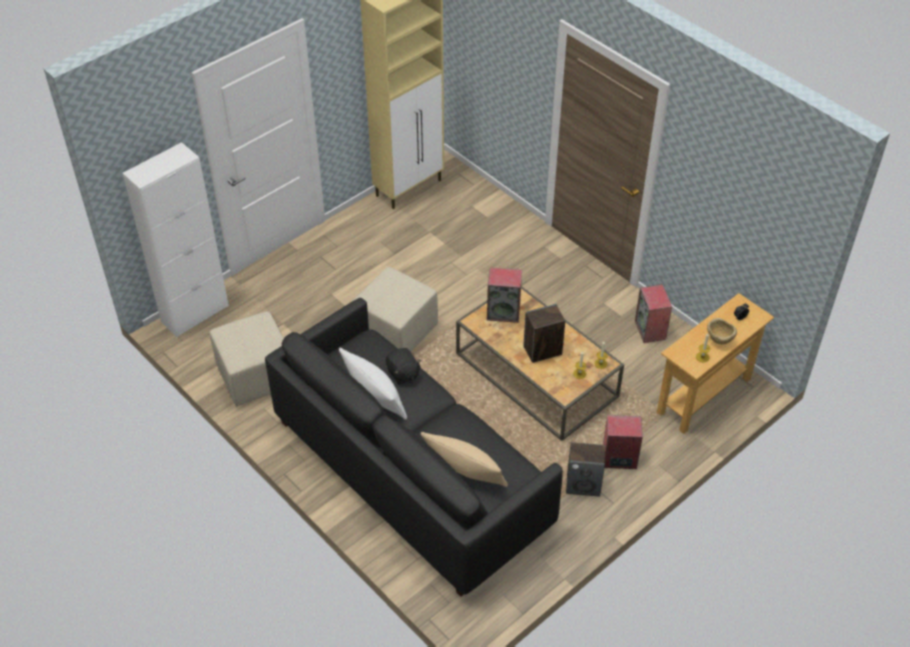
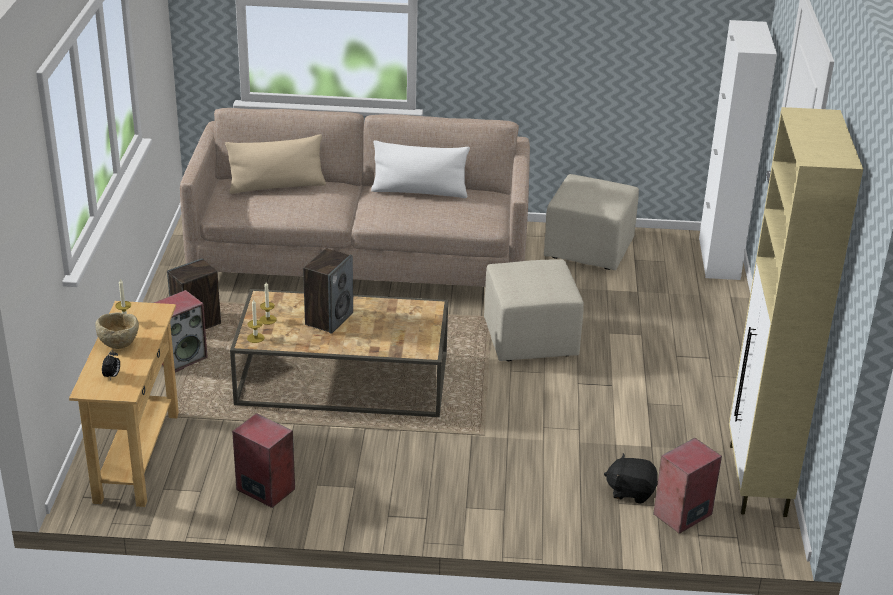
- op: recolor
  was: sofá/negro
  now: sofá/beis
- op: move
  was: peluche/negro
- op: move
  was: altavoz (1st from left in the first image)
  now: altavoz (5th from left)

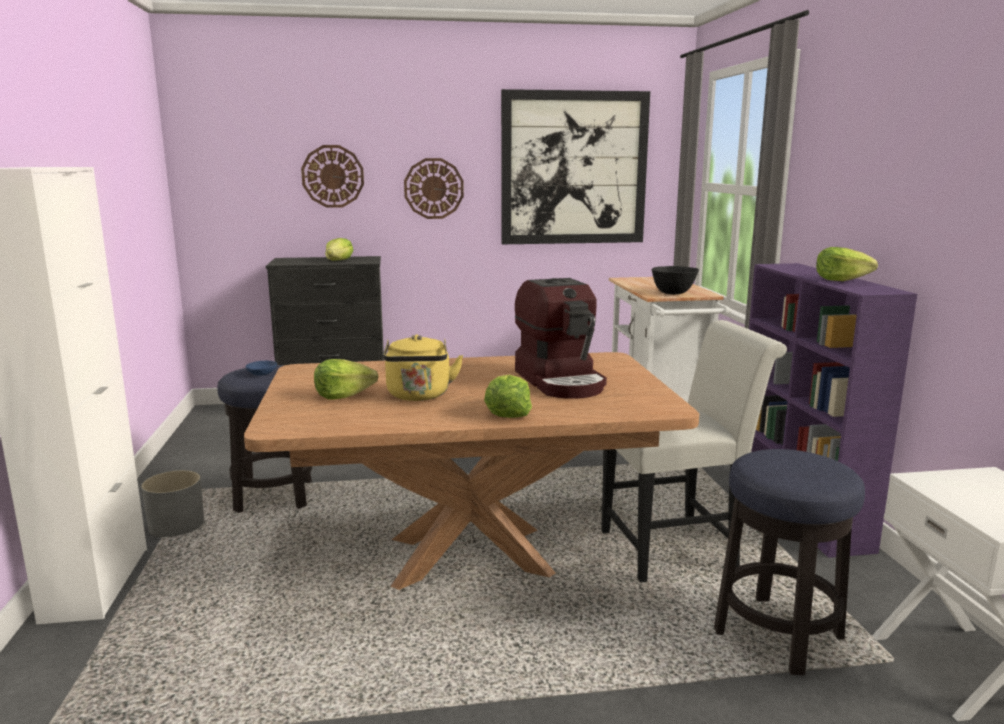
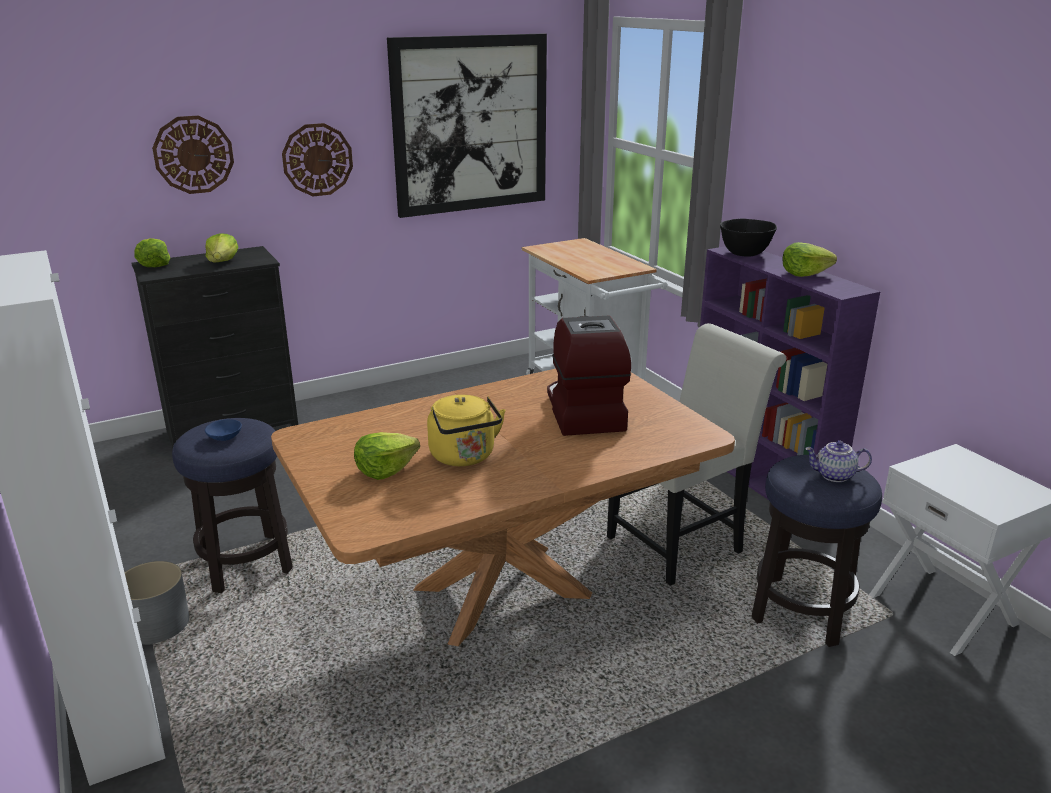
- op: move
  was: lechuga (3rd from left in the first image)
  now: lechuga (1st from left)
- op: rotate
  was: cafetera
  clockwise: -150
- op: move
  was: cuenco/negro
- op: insert
  now: tetera

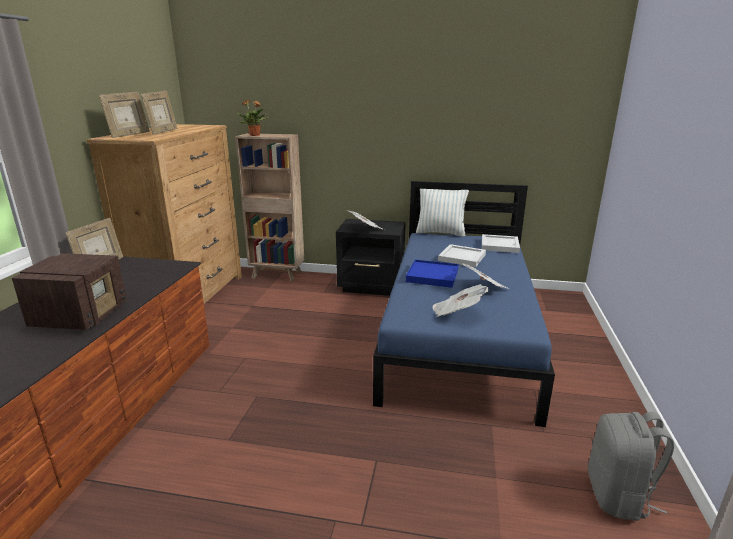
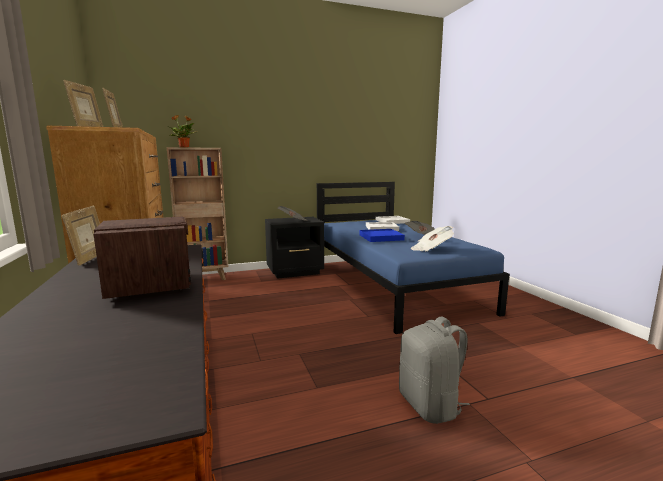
- op: move
  was: mochila/gris
- op: delete
  was: cojín

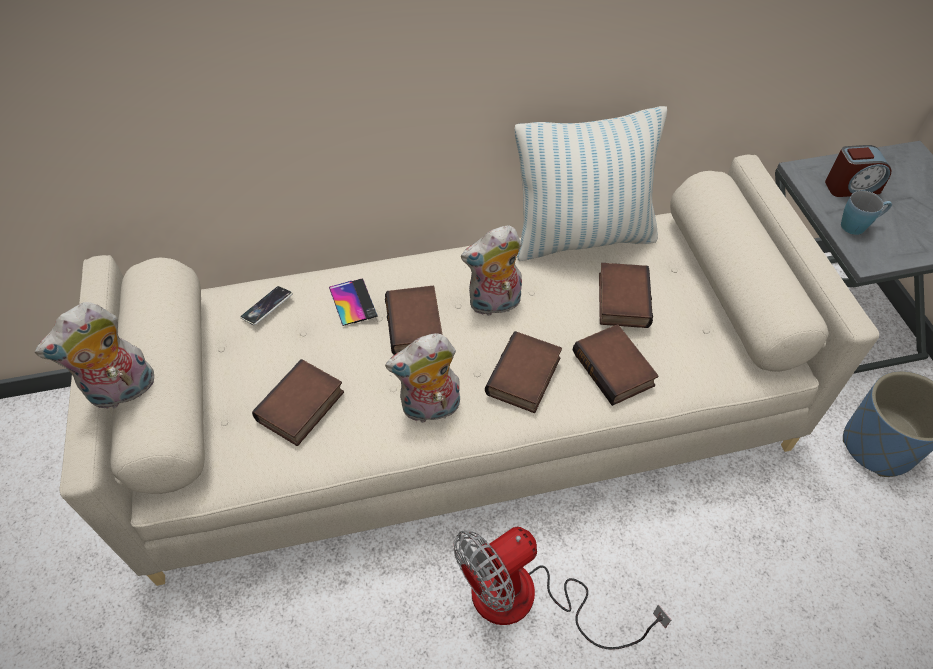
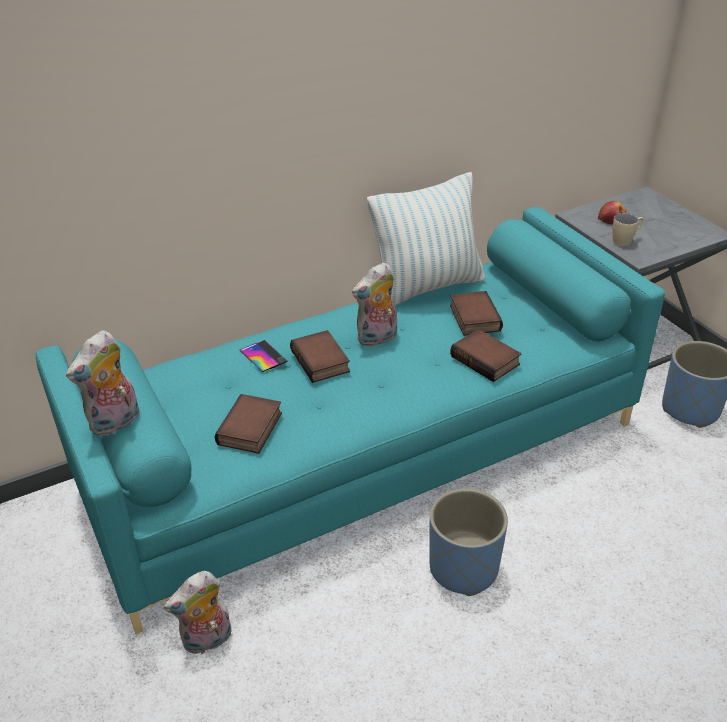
- op: recolor
  was: sofá/beis
  now: sofá/turquesa
- op: move
  was: peluche (2nd from left)
- op: replace
  was: ventilador
  now: maceta/azul (1st from left)
- op: replace
  was: despertador
  now: manzana
- op: recolor
  was: taza grande/azul
  now: taza grande/beis
- op: delete
  was: móvil (1st from left)
- op: delete
  was: libro (3rd from left)

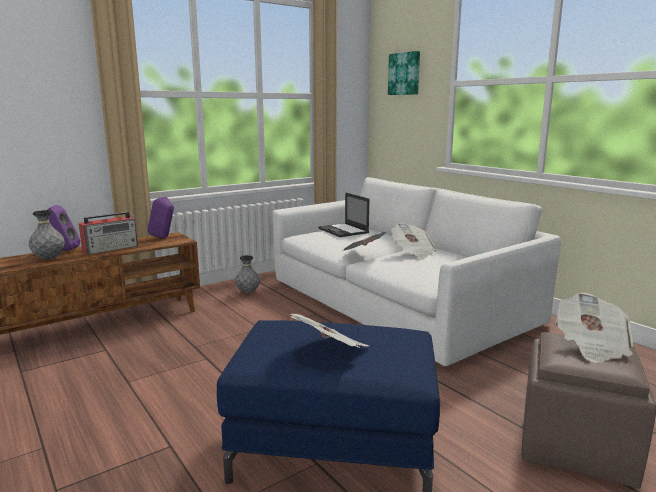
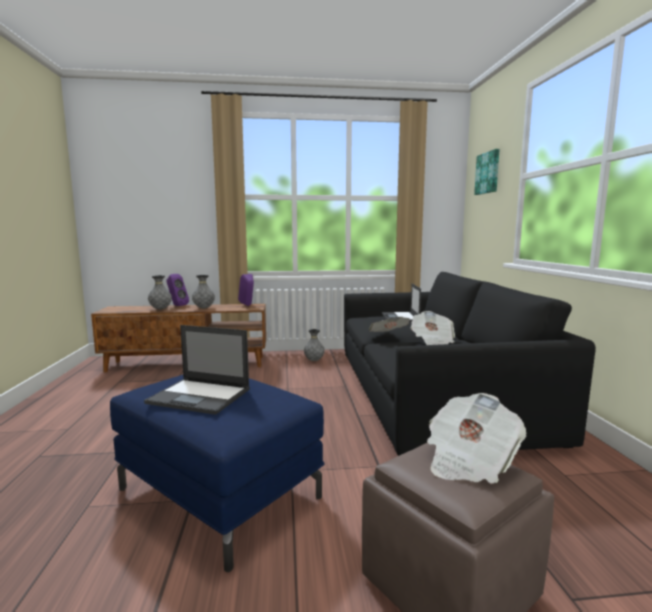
- op: replace
  was: periódico (1st from left)
  now: portátil (1st from left)
- op: replace
  was: radio
  now: florero/gris (2nd from left)
- op: recolor
  was: sofá/blanco
  now: sofá/negro

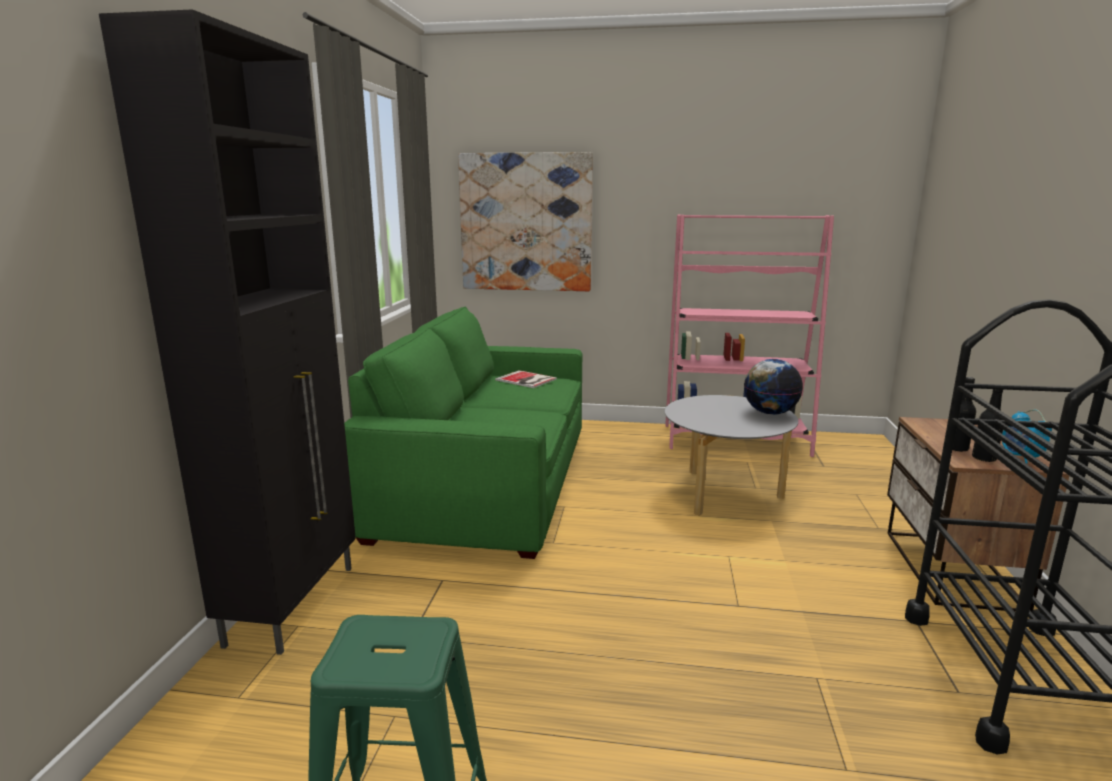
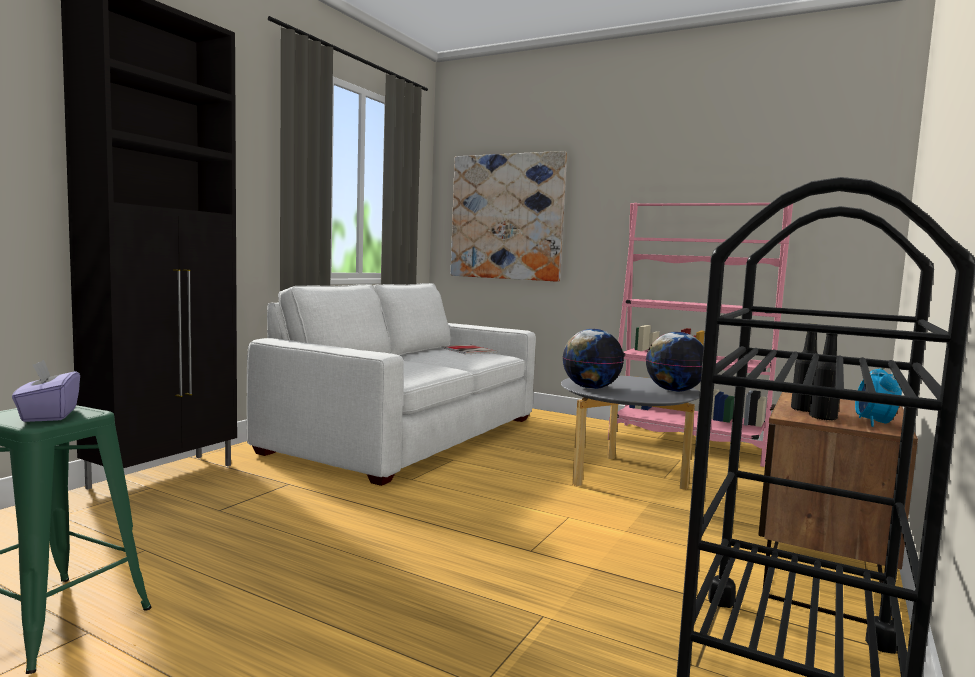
- op: insert
  now: caja de pañuelos/morado
- op: recolor
  was: sofá/verde
  now: sofá/blanco
- op: insert
  now: globo terráqueo (1st from left)

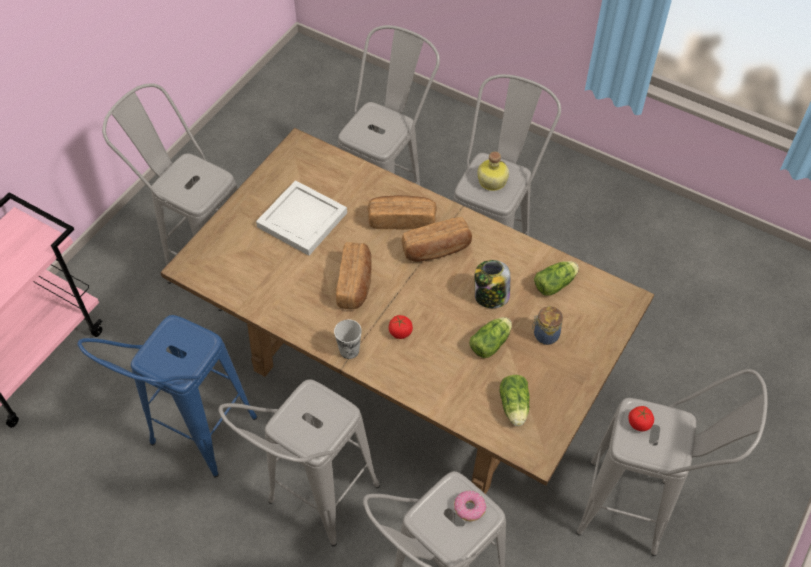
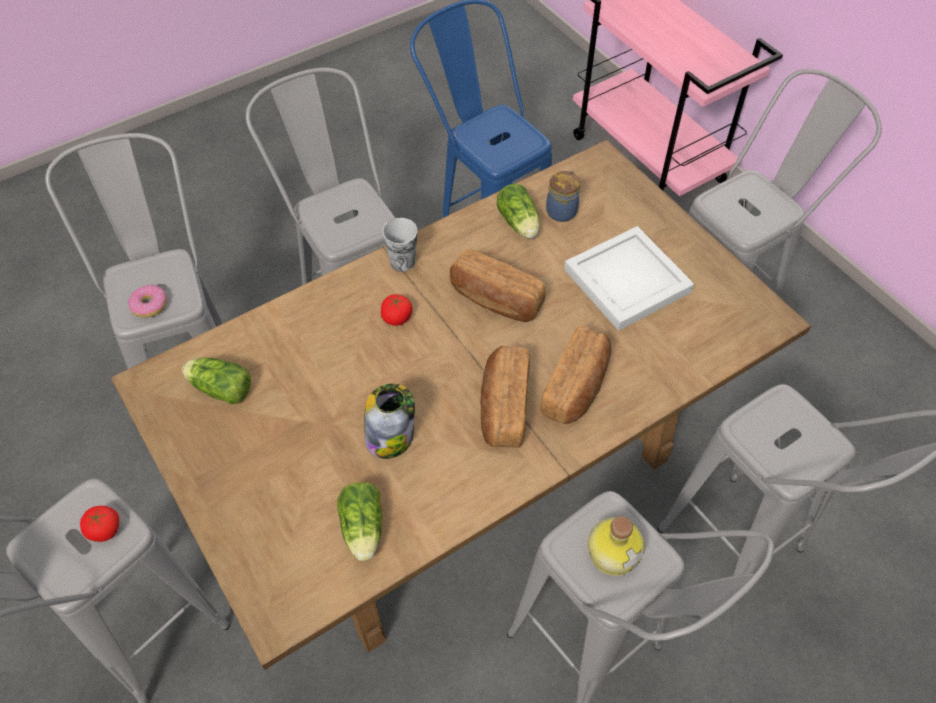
- op: move
  was: lechuga (1st from left in the first image)
  now: lechuga (3rd from left)
- op: move
  was: tarro (2nd from left)

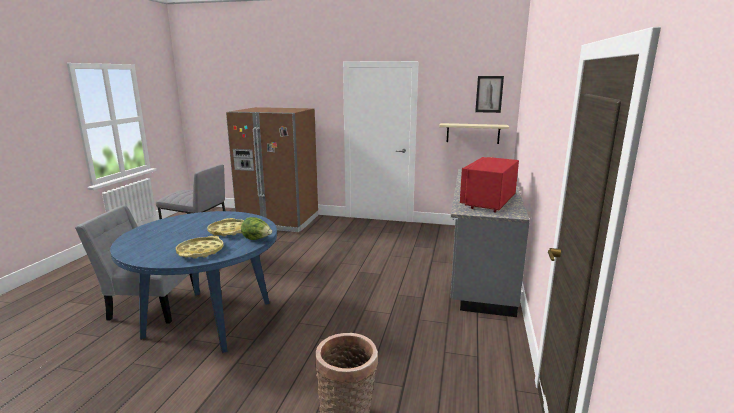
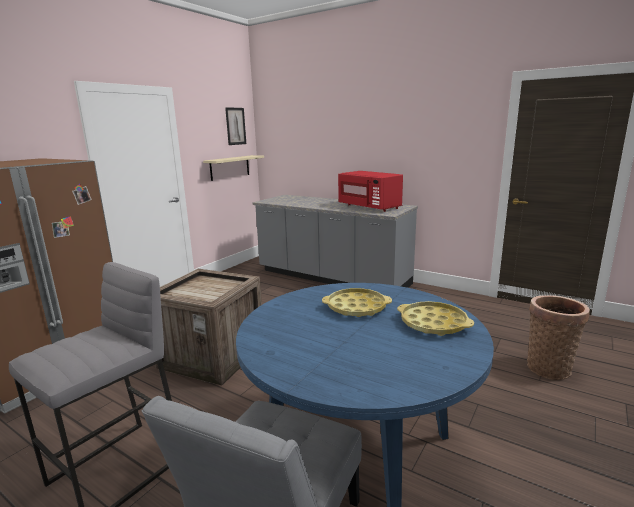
- op: insert
  now: caja de embalaje
- op: delete
  was: lechuga

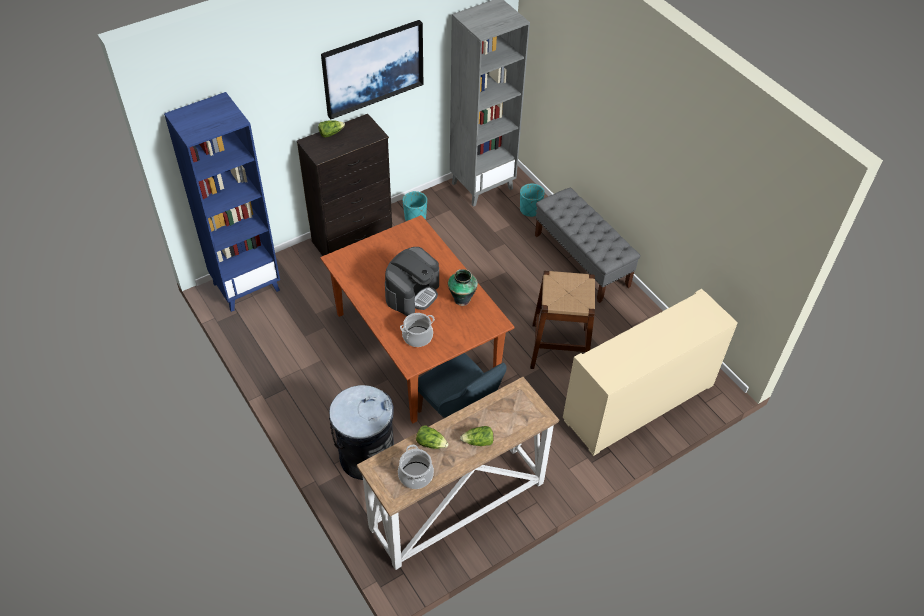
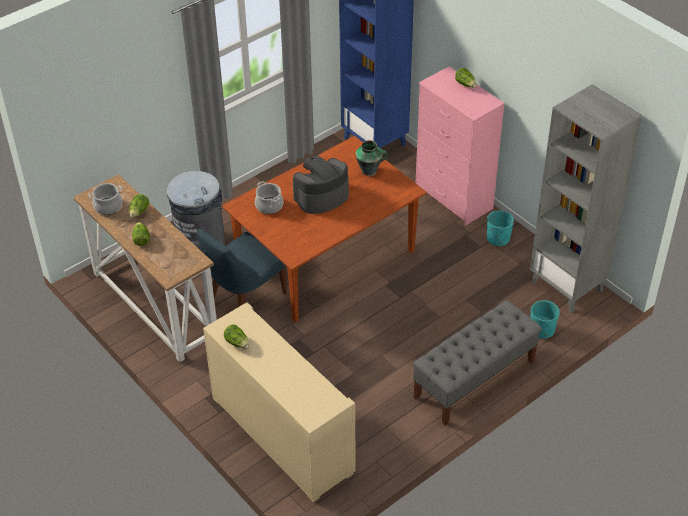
- op: insert
  now: lechuga (3rd from left)
- op: rotate
  was: cafetera
  clockwise: 120
- op: move
  was: florero
- op: recolor
  was: cómoda/negro
  now: cómoda/rosa
- op: delete
  was: cuadro
- op: delete
  was: taburete/marrón

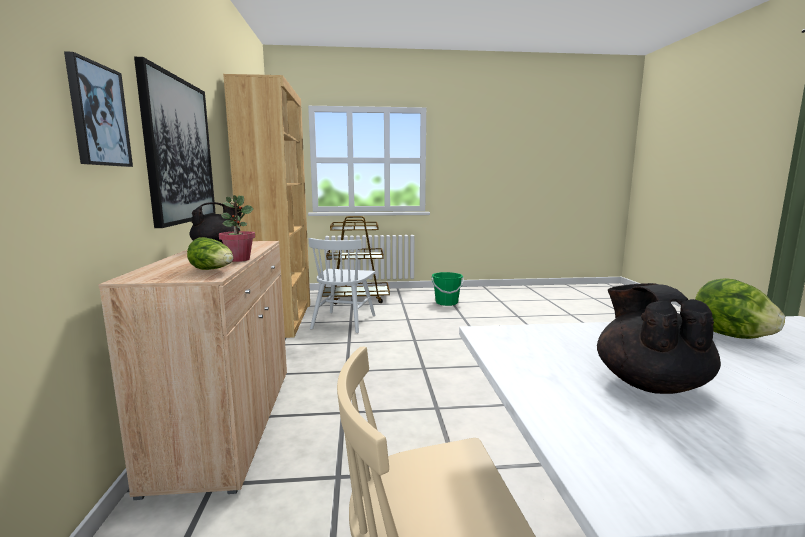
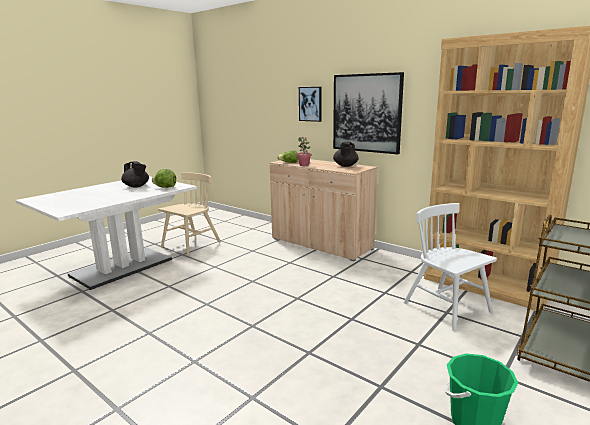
- op: move
  was: lechuga (2nd from left in the first image)
  now: lechuga (1st from left)

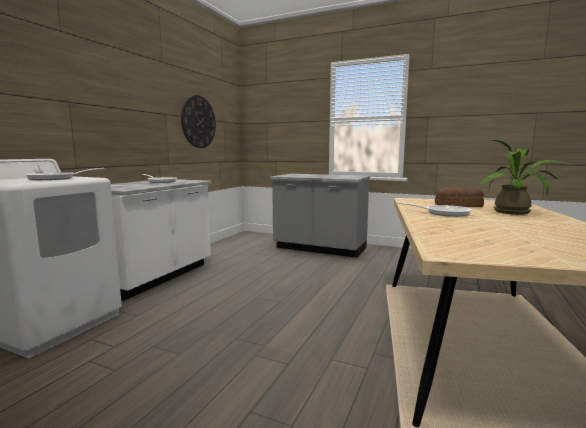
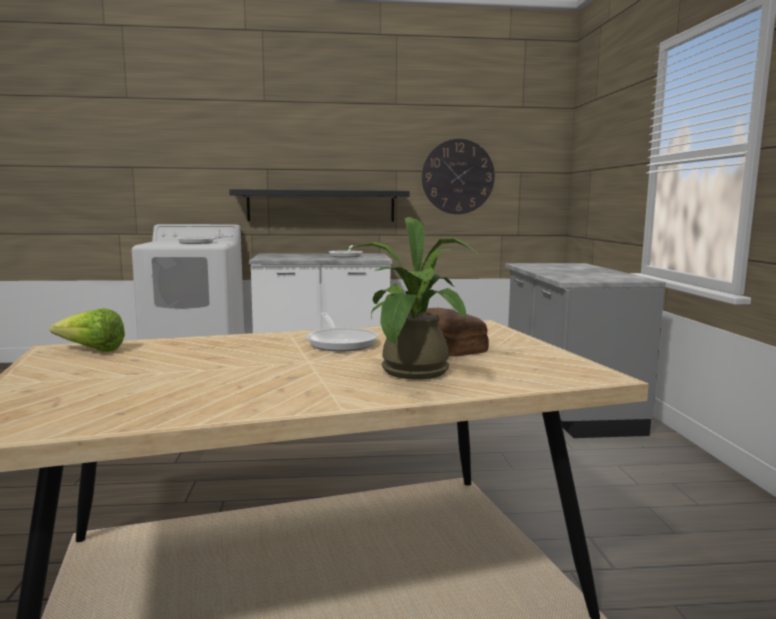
- op: insert
  now: lechuga
- op: insert
  now: estante/negro

